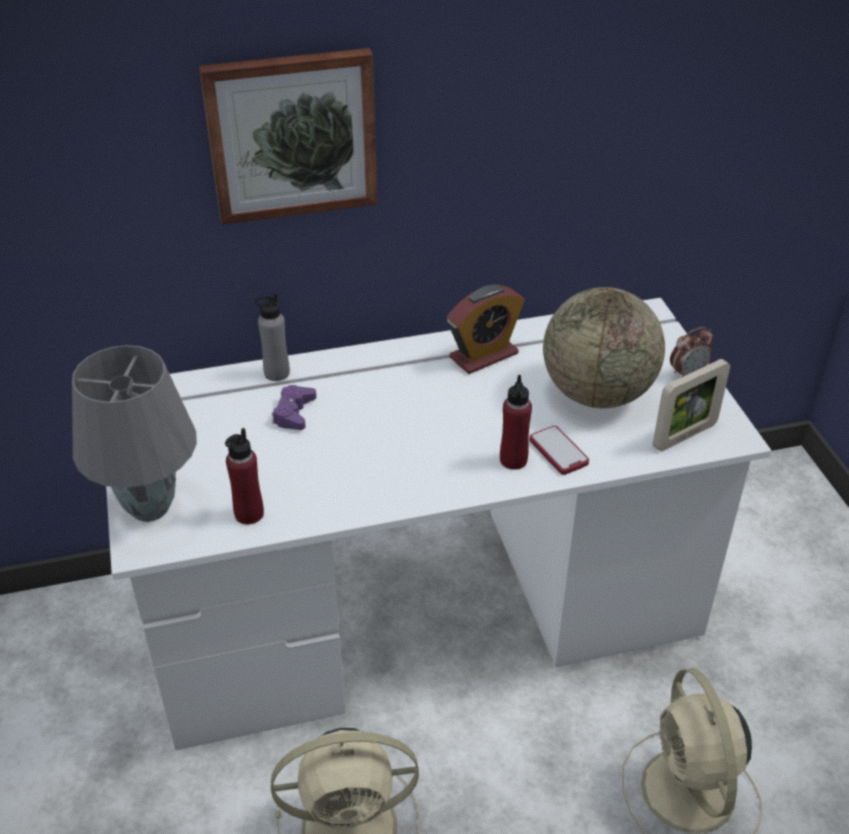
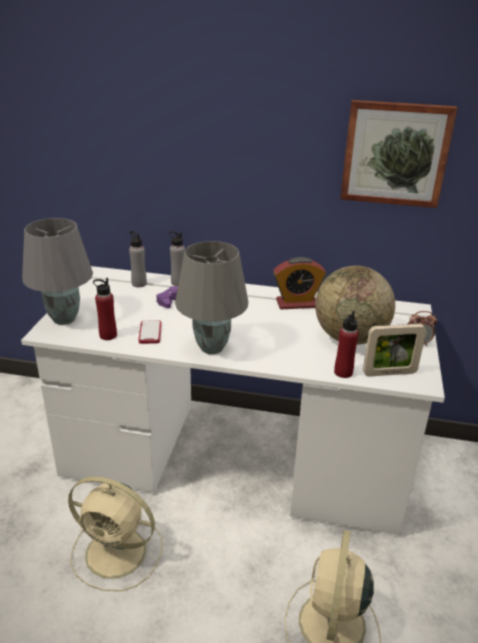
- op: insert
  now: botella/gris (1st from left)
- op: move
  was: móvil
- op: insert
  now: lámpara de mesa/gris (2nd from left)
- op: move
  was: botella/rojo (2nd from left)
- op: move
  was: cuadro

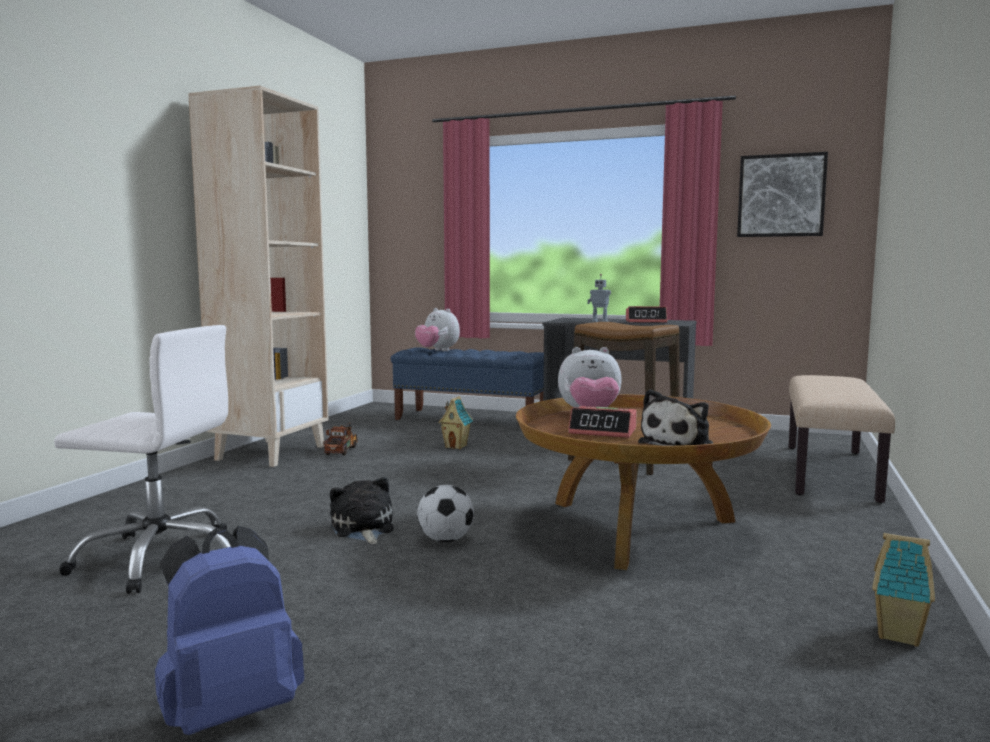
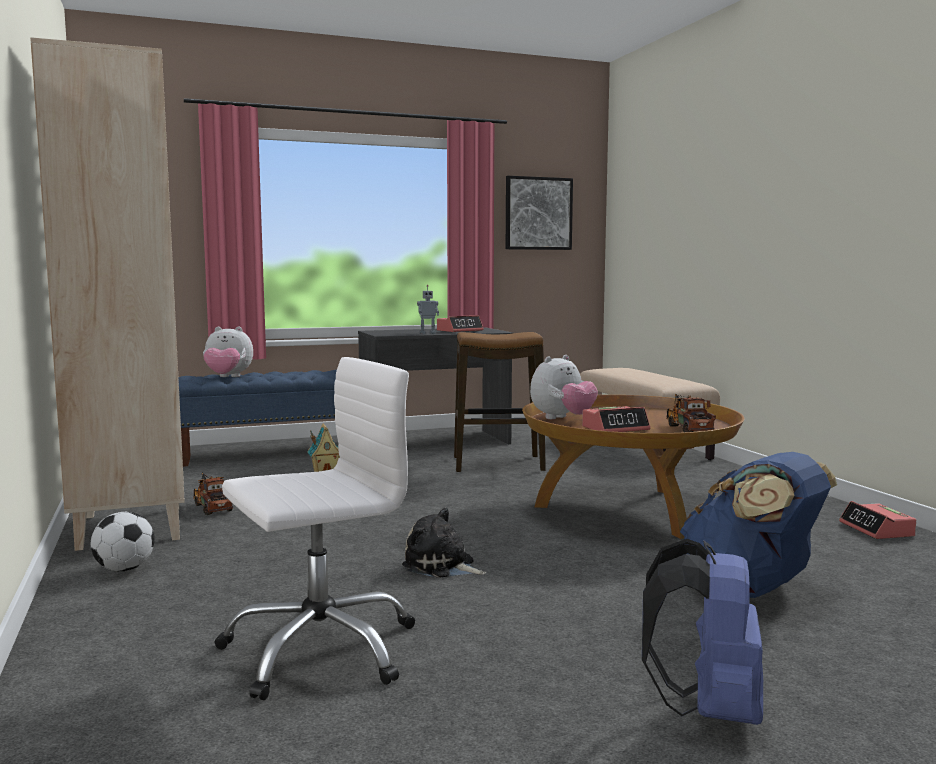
- op: move
  was: balón de fútbol
- op: replace
  was: peluche (4th from left)
  now: camión de juguete (2nd from left)
- op: insert
  now: mochila/azul (2nd from left)
- op: replace
  was: casita (2nd from left)
  now: despertador (3rd from left)

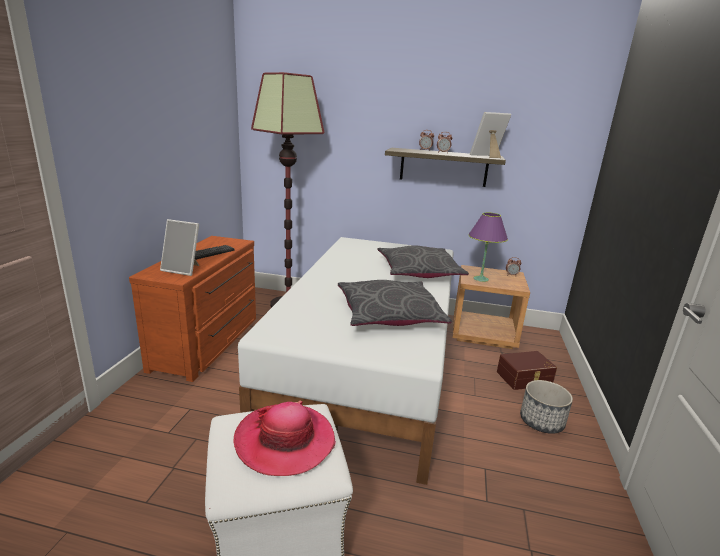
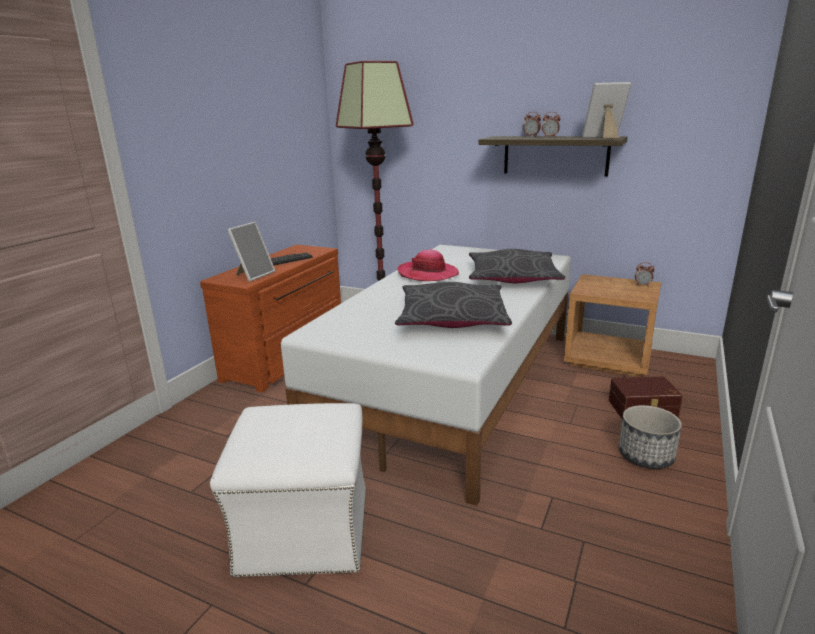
- op: rotate
  was: portarretratos (1st from left)
  clockwise: -90
- op: move
  was: sombrero
- op: delete
  was: lámpara de mesa/morado

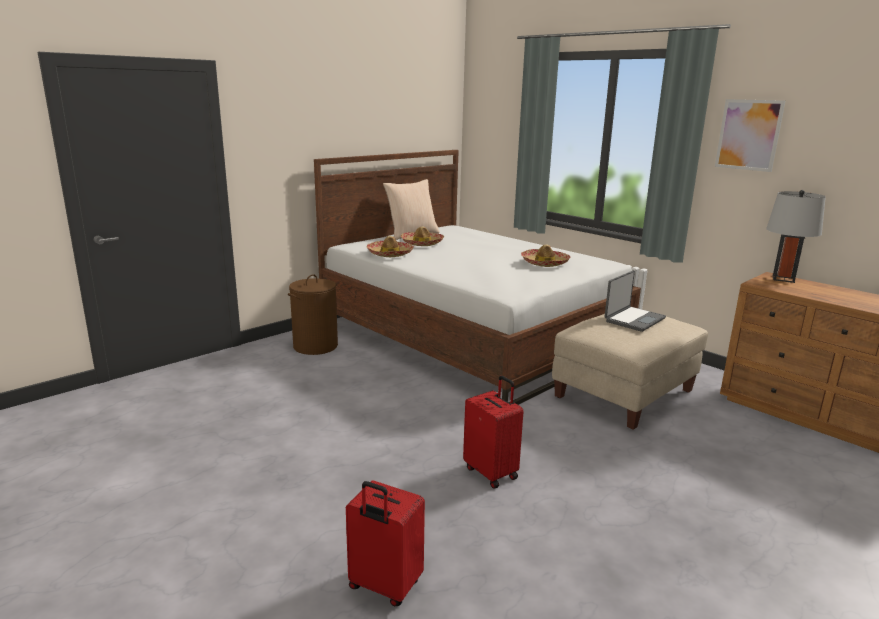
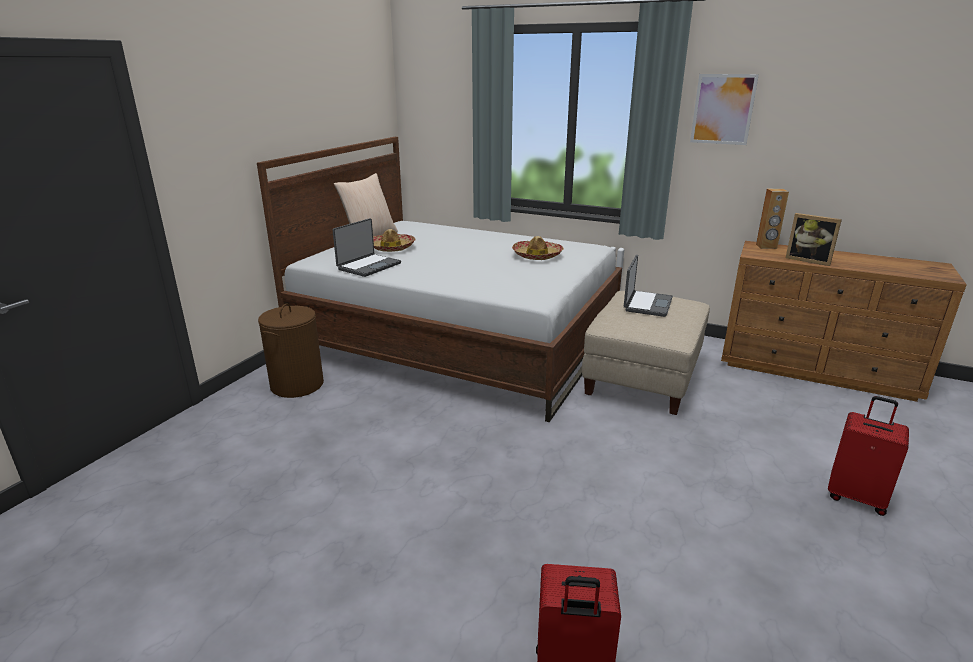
- op: replace
  was: sombrero (1st from left)
  now: portátil (1st from left)
- op: replace
  was: lámpara de mesa/gris
  now: altavoz/marrón
- op: insert
  now: portarretratos
- op: move
  was: maleta/rojo (2nd from left)

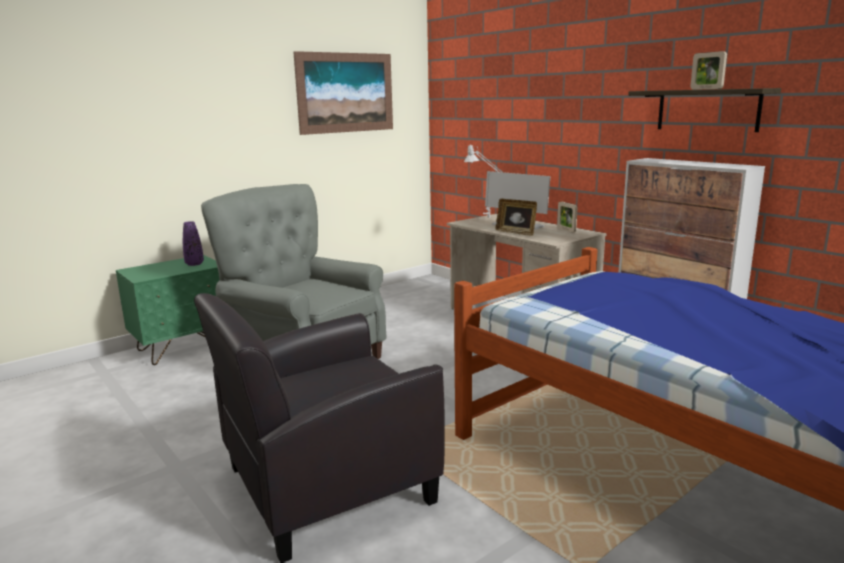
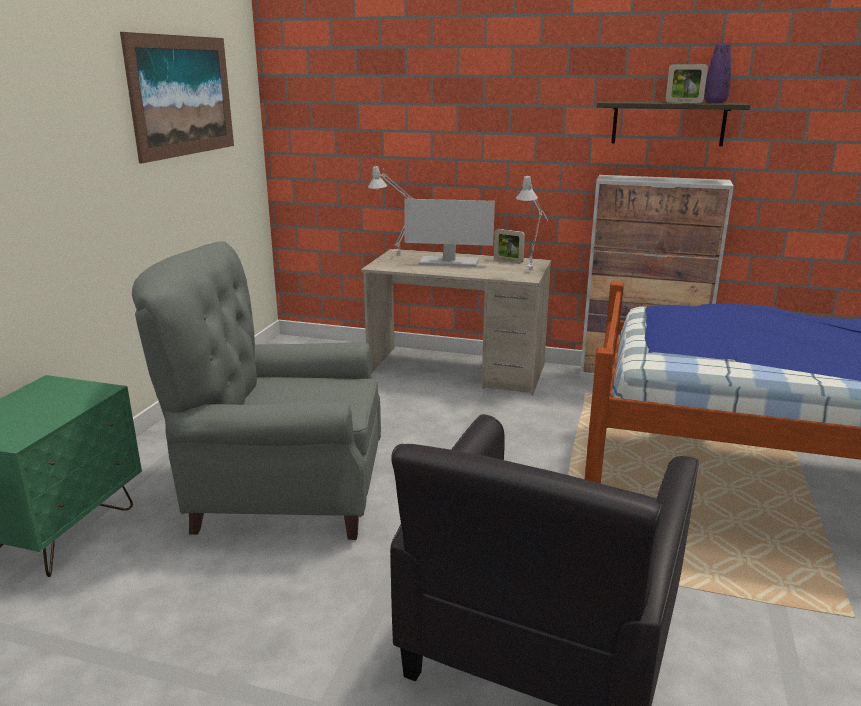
- op: insert
  now: lámpara de mesa/gris (2nd from left)
- op: move
  was: florero/morado
- op: delete
  was: portarretratos (1st from left)

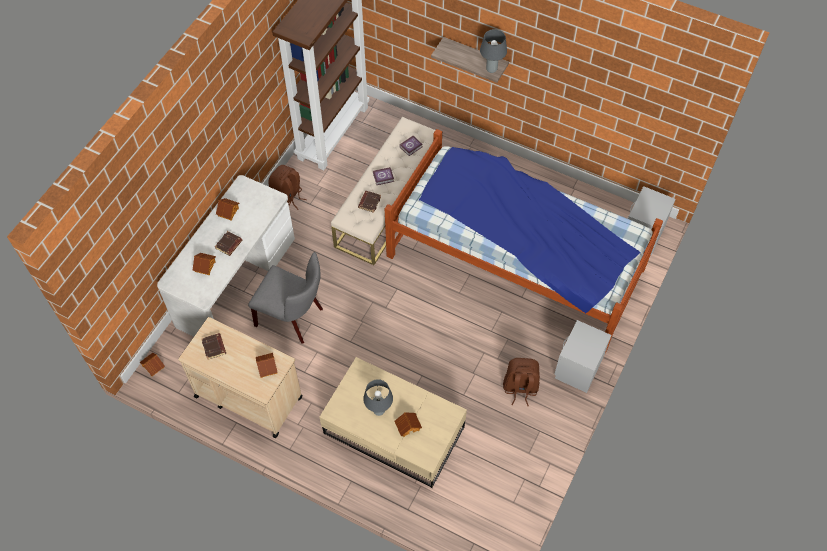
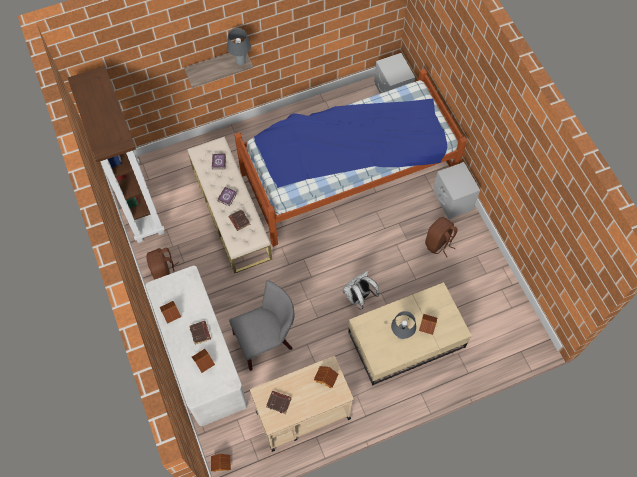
- op: insert
  now: mochila/blanco

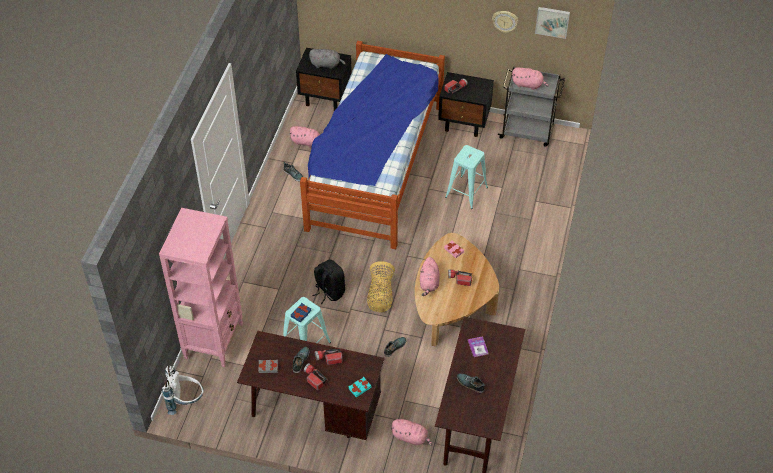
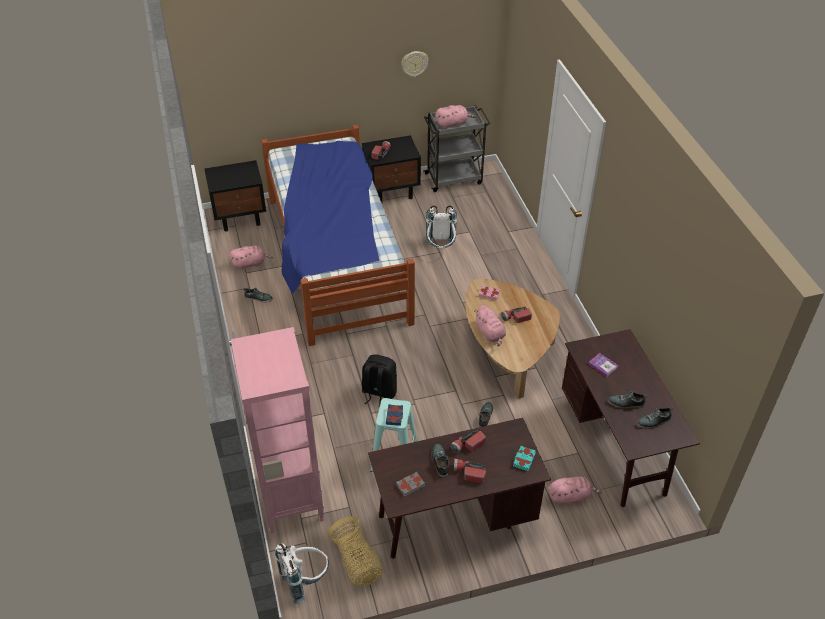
- op: move
  was: cesta
- op: replace
  was: taburete/turquesa (2nd from left)
  now: mochila/blanco (2nd from left)
- op: insert
  now: zapato (5th from left)
- op: delete
  was: peluche/gris
- op: delete
  was: cuadro

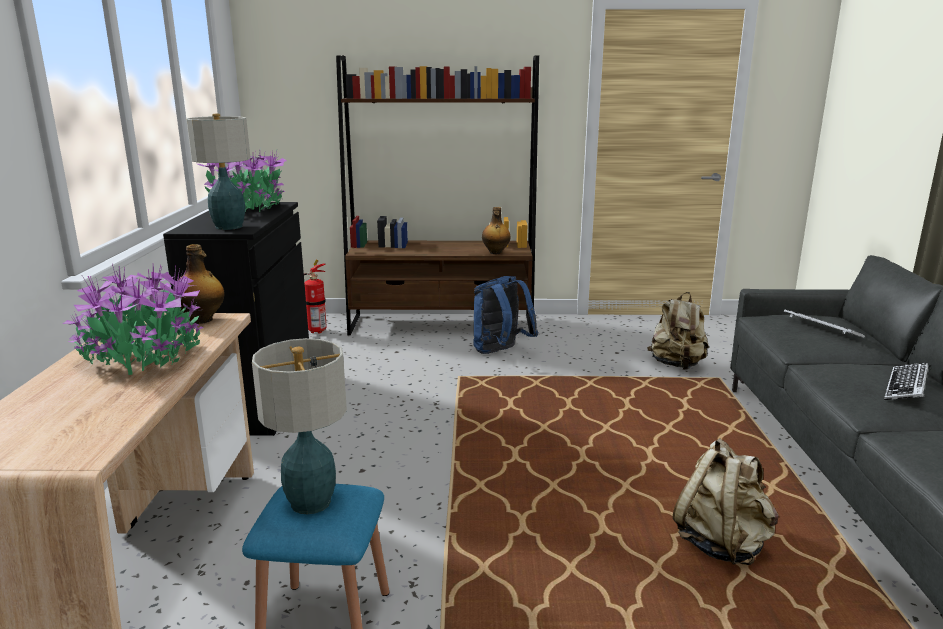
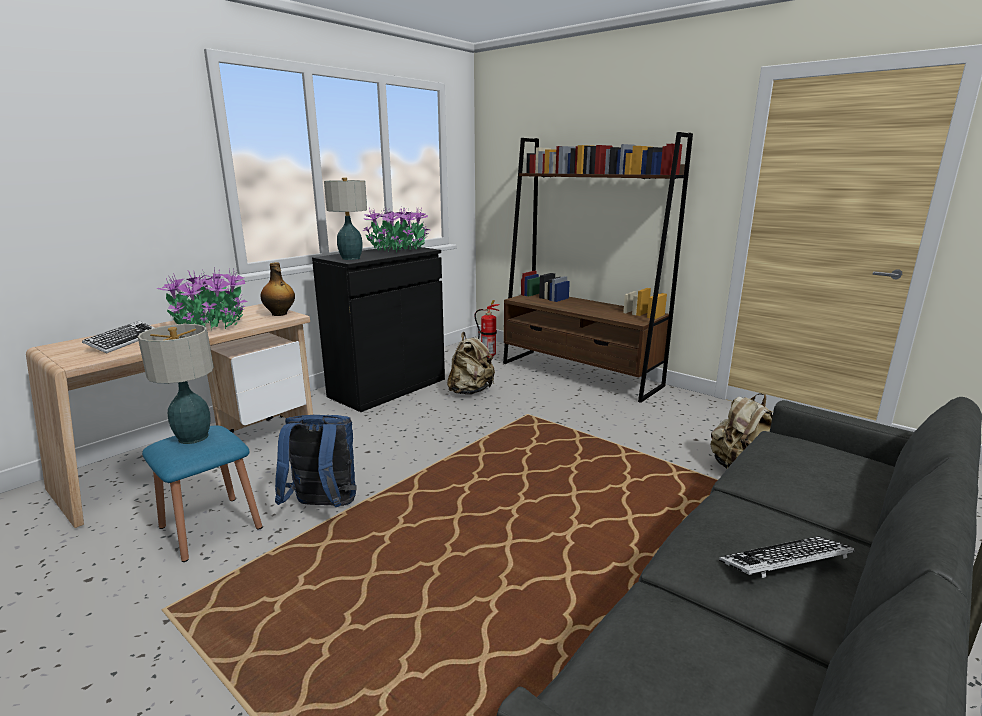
- op: move
  was: teclado (1st from left)
- op: move
  was: mochila/azul
- op: move
  was: mochila/beis (2nd from left in the first image)
  now: mochila/beis (1st from left)
- op: delete
  was: botella (2nd from left)

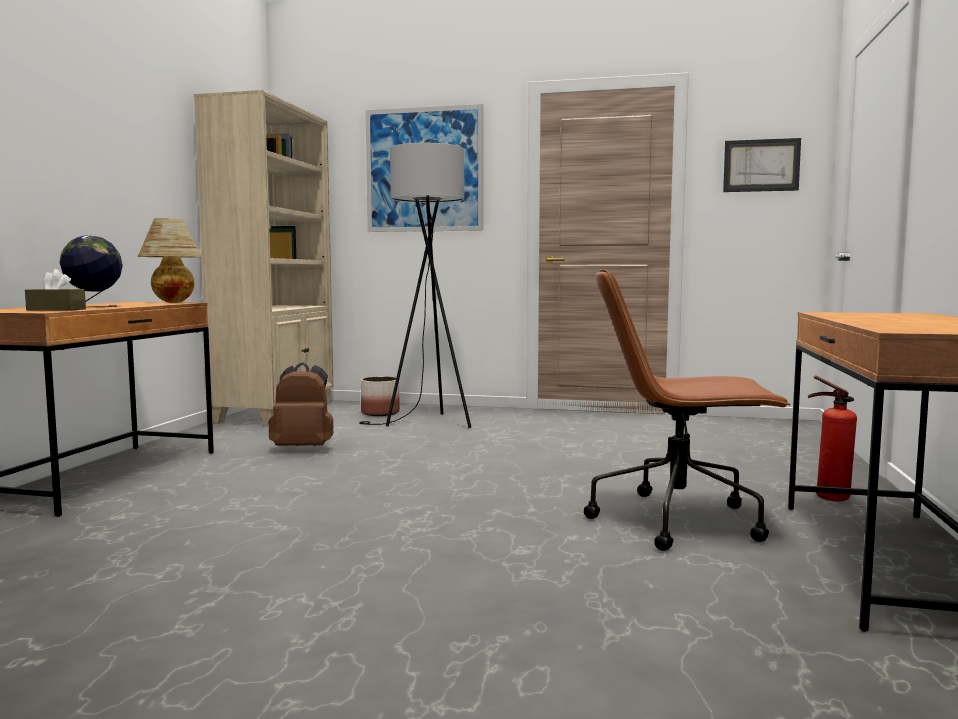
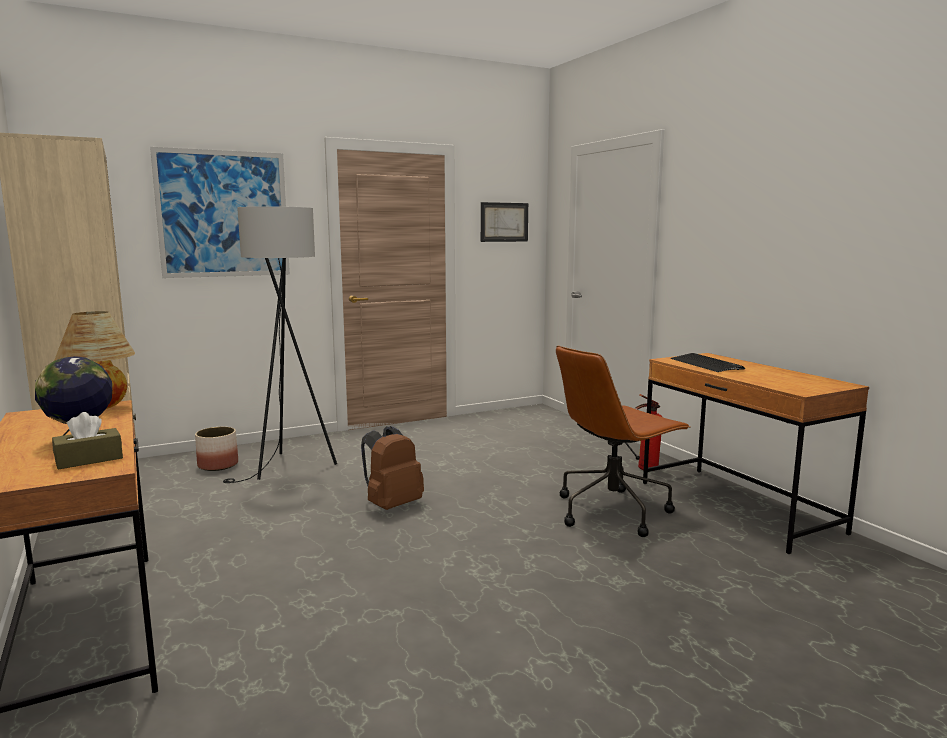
- op: move
  was: mochila/marrón
- op: insert
  now: teclado

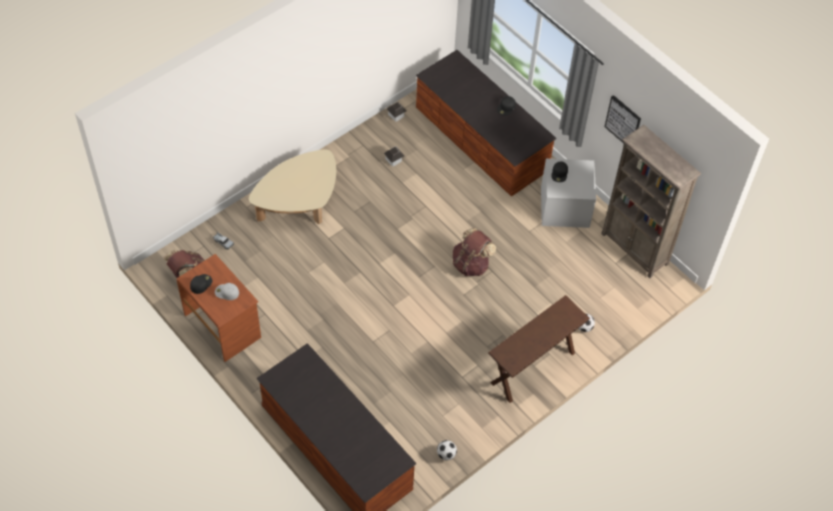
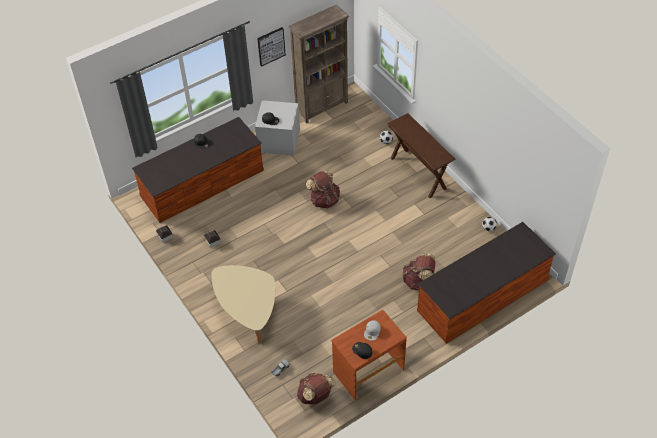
- op: insert
  now: mochila/marrón (3rd from left)

